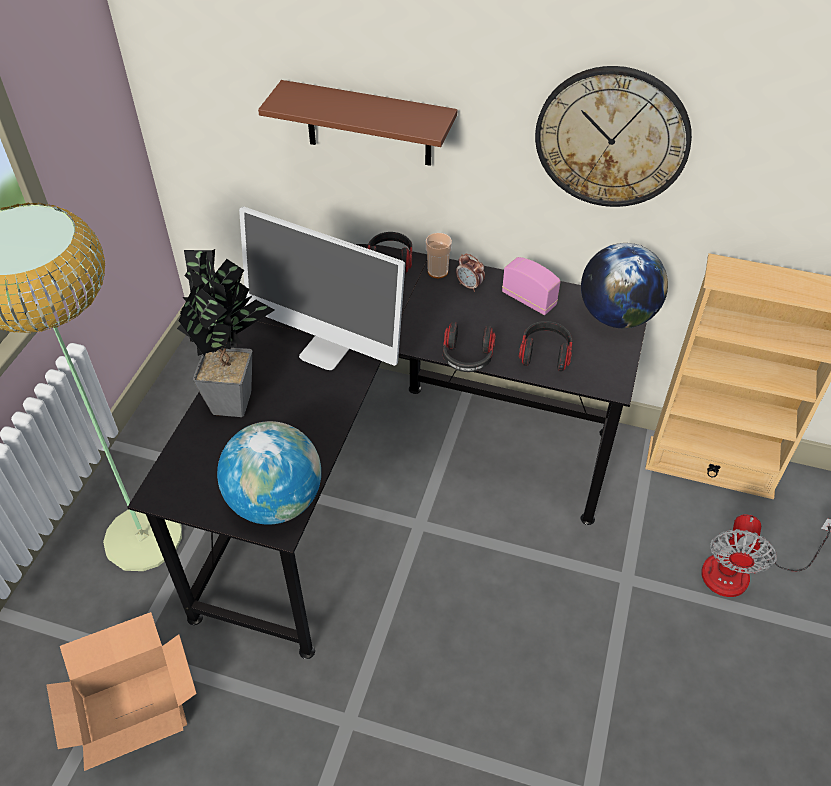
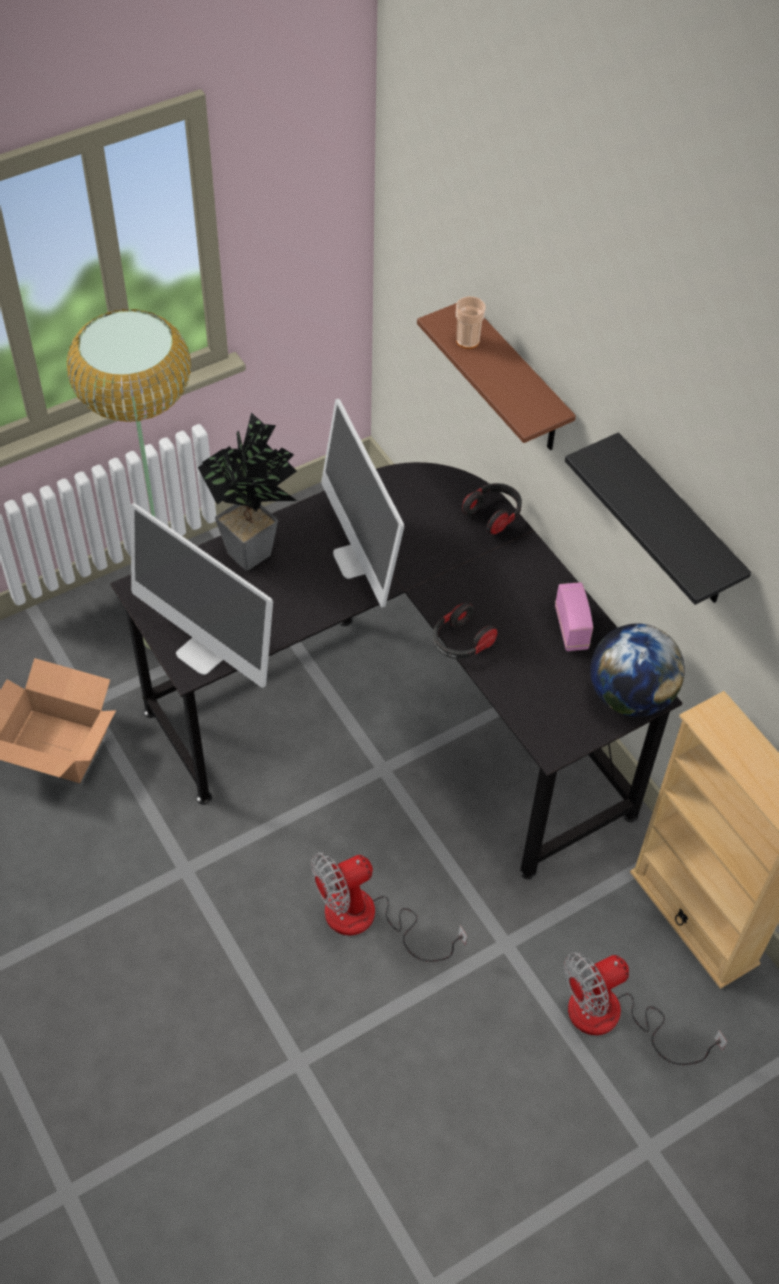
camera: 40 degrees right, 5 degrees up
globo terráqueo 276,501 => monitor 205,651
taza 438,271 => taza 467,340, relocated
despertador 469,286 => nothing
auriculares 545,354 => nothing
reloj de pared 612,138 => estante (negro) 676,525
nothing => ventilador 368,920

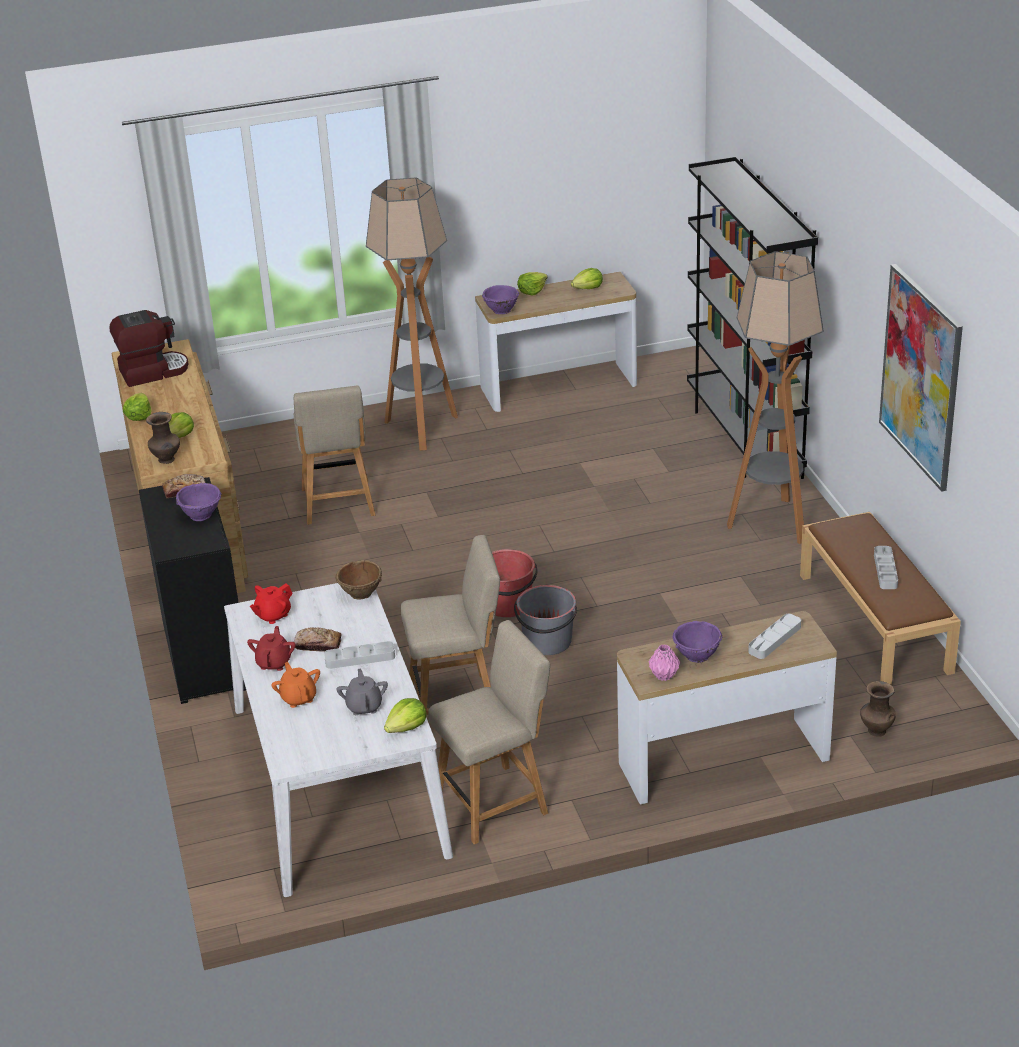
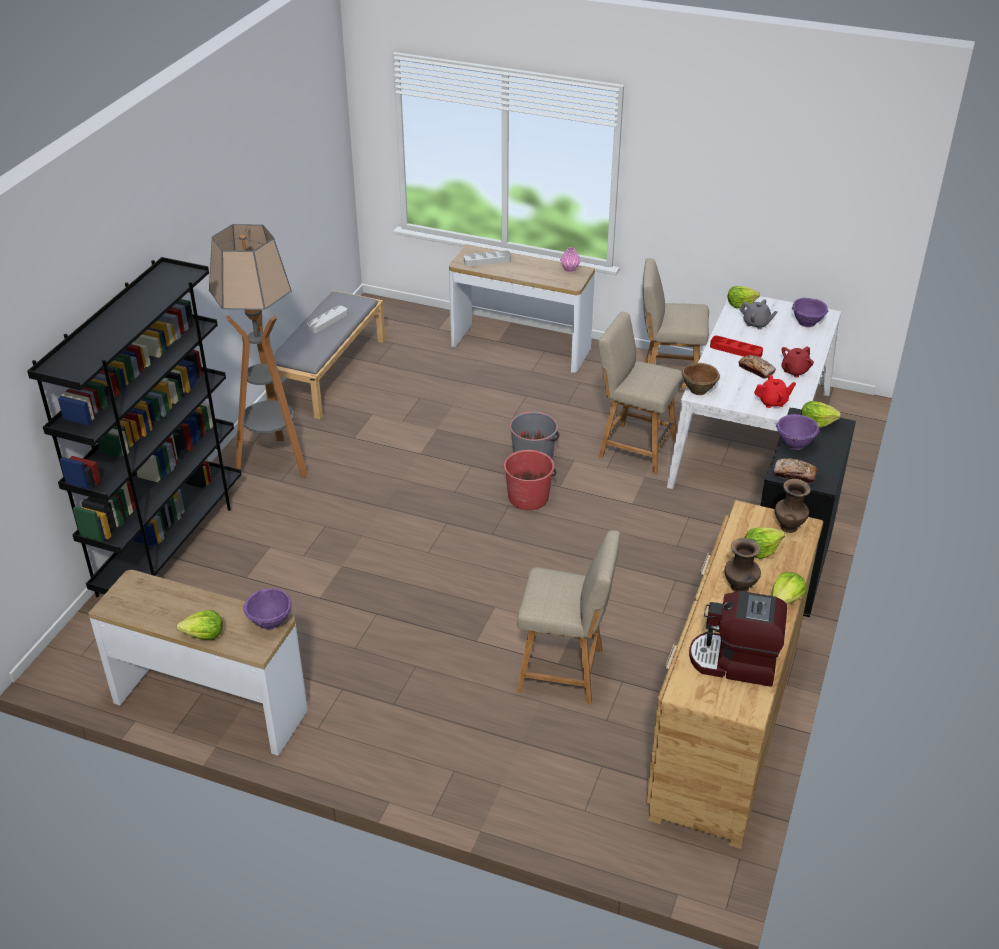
camera: 145 degrees left, 5 degrees up
tetera (naranja) 298,698 => nothing
silla (beis) 338,504 => silla (beis) 565,671, 75 degrees clockwise
bandeja (gris) 360,658 => bandeja (rojo) 736,350
tetera (gris) 364,706 => tetera (gris) 756,324, 90 degrees counterclockwise
lámpara de pie 421,429 => nothing
lechuga 588,288 => lechuga 816,423, relocated
cuenco (morado) 696,656 => cuenco (morado) 807,323, relocated
banco (marrón) 875,623 => banco (gris) 328,371
florero (marrón) 876,731 => florero (marrón) 740,588, relocated
cuadro 920,376 => nothing

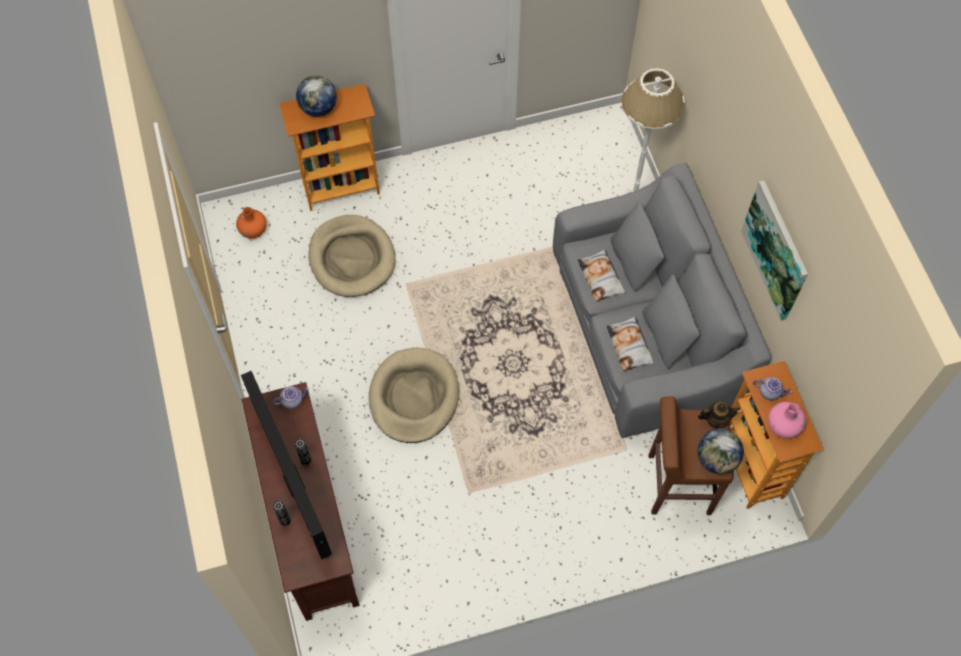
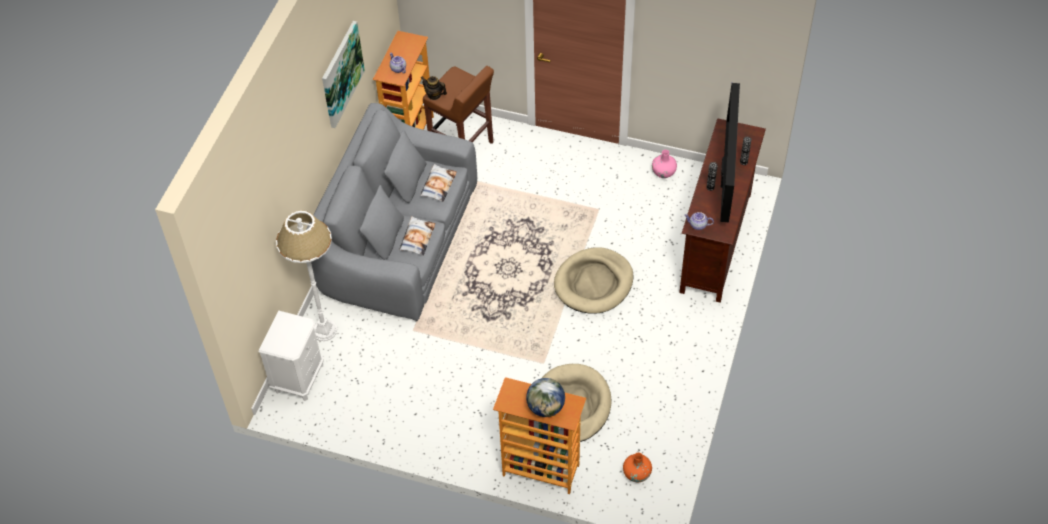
camera: 145 degrees left, 10 degrees down
globo terráqueo 716,459 => nothing
florero (rosa) 783,426 => florero (rosa) 663,172, relocated
nothing => mesita de noche (blanco) 298,378

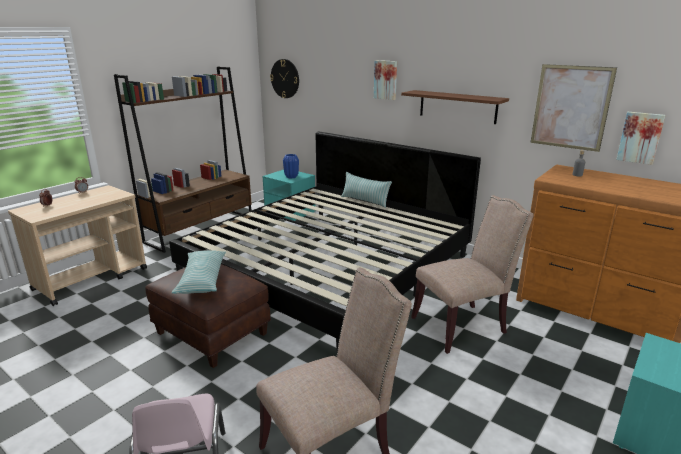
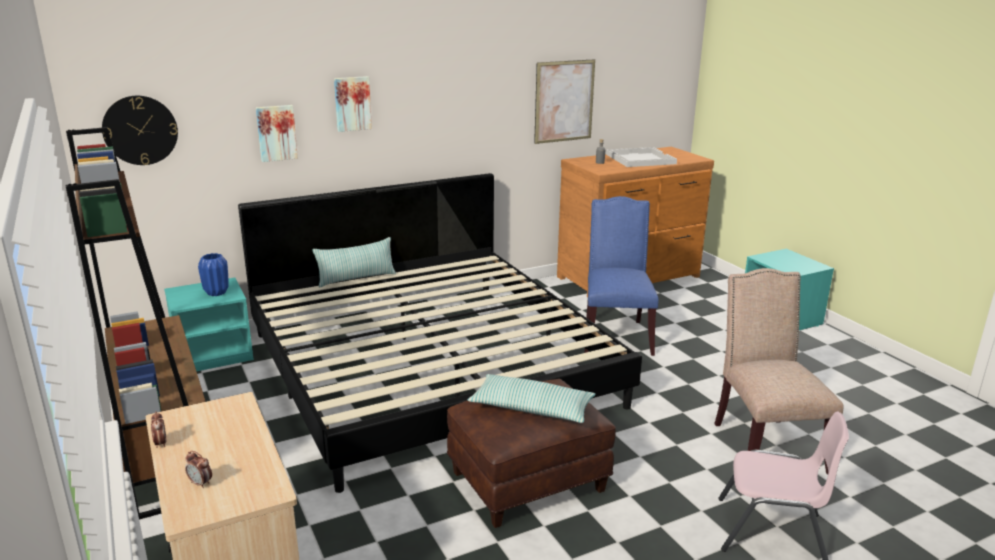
camera: 65 degrees left, 0 degrees up
estante (marrón) 457,106 => nothing
silla (beis) 462,325 => silla (azul) 615,335
cuadro 640,137 => cuadro 276,133, relocated
nothing => bandeja (blanco) 639,159

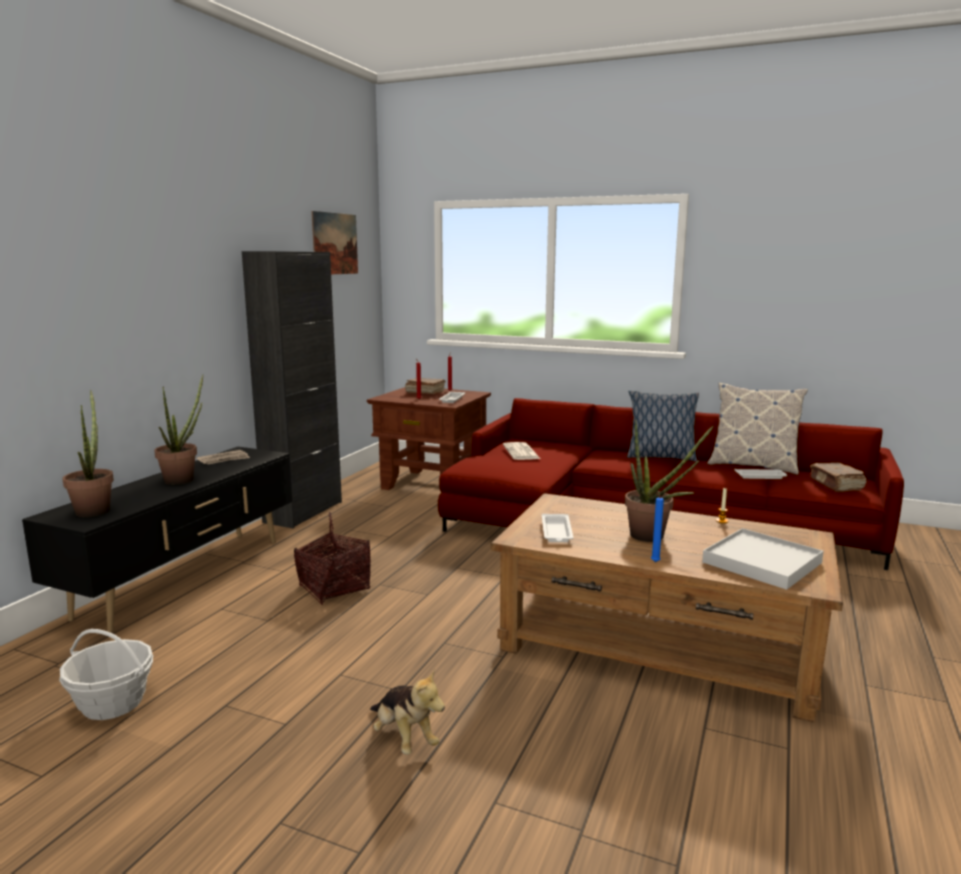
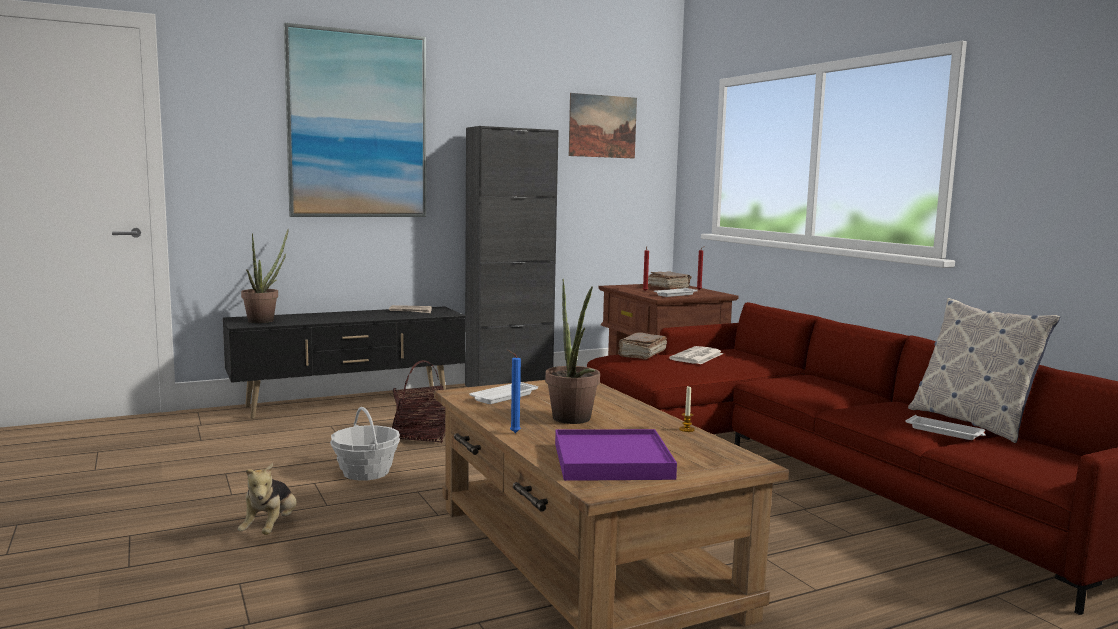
camera: 40 degrees right, 5 degrees down
cesta 113,703 => cesta 366,472, relocated
planta en maceta 183,479 => nothing
cojín 660,457 => nothing
bandeja (blanco) 761,562 => bandeja (morado) 612,461
libro (marrón) 836,485 => libro (marrón) 641,354, relocated
nothing => cuadro 357,125

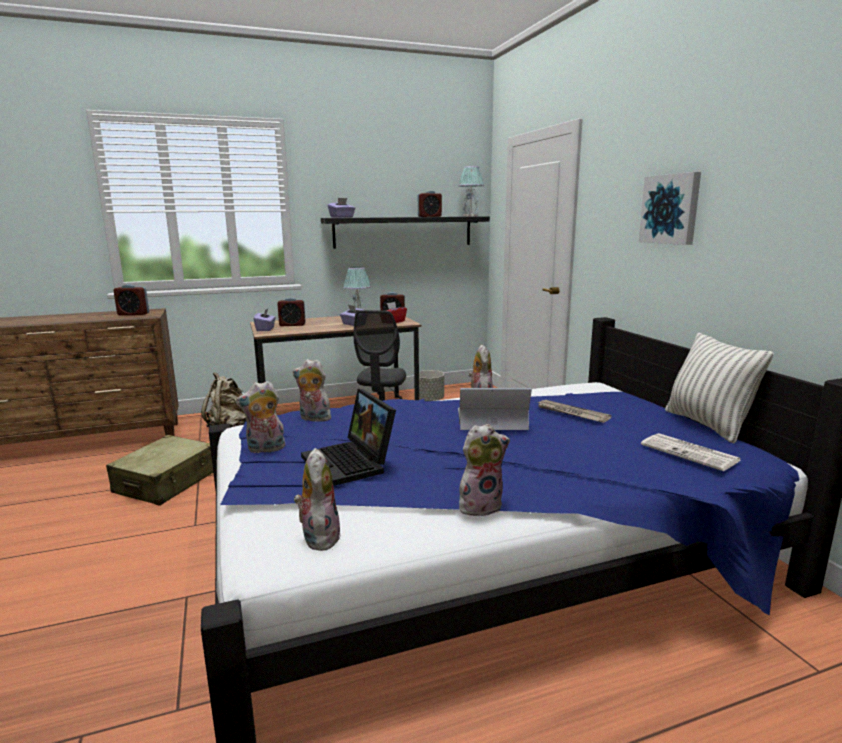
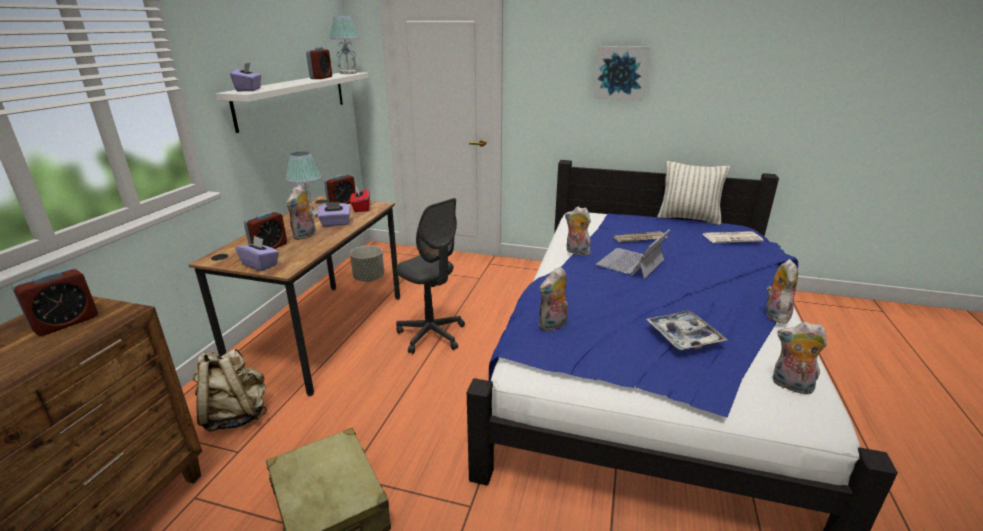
camera: 55 degrees left, 10 degrees up
peluche 265,449 => peluche 305,236, relocated
portátil 351,463 => bandeja 683,336
estante (negro) 403,232 => estante (blanco) 293,98

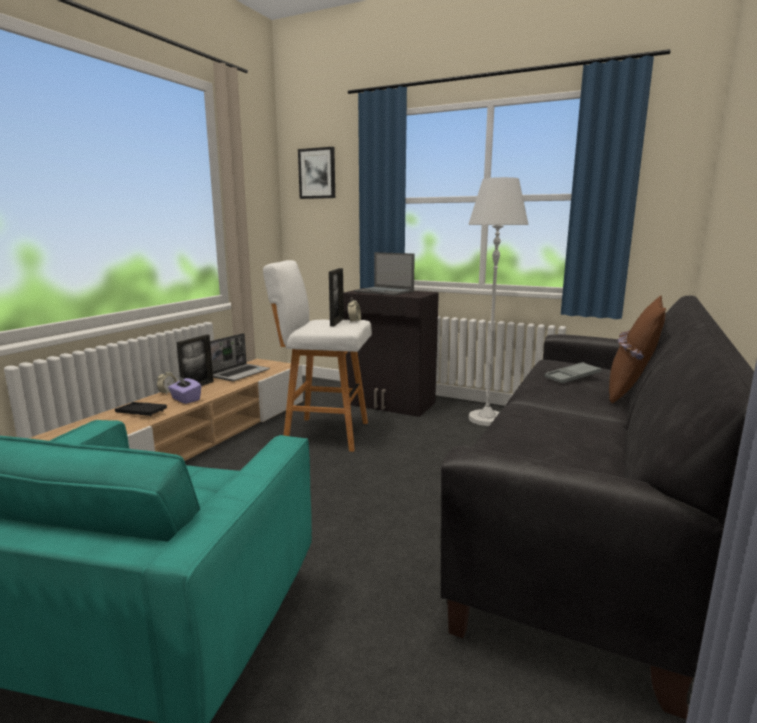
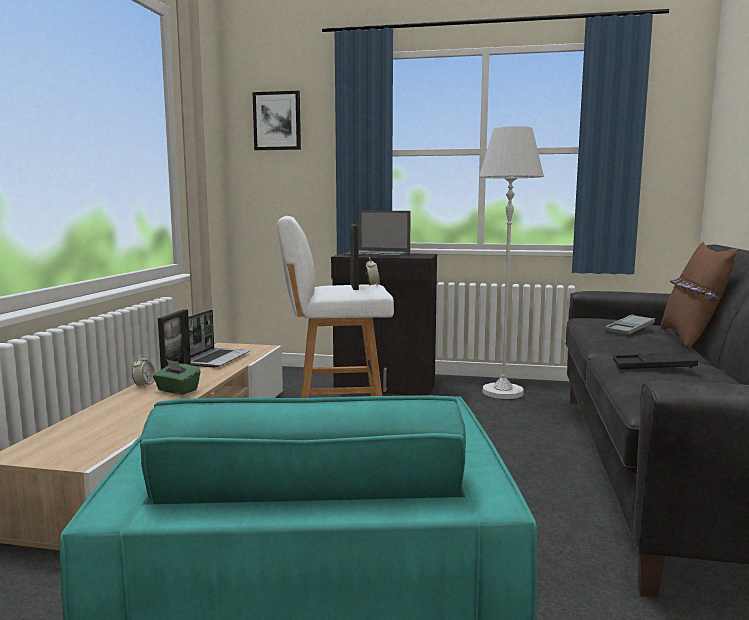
camera: 15 degrees left, 5 degrees down
bandeja (negro) 141,412 => bandeja (negro) 653,367, relocated
caja de pañuelos (morado) 185,399 => caja de pañuelos (verde) 177,390

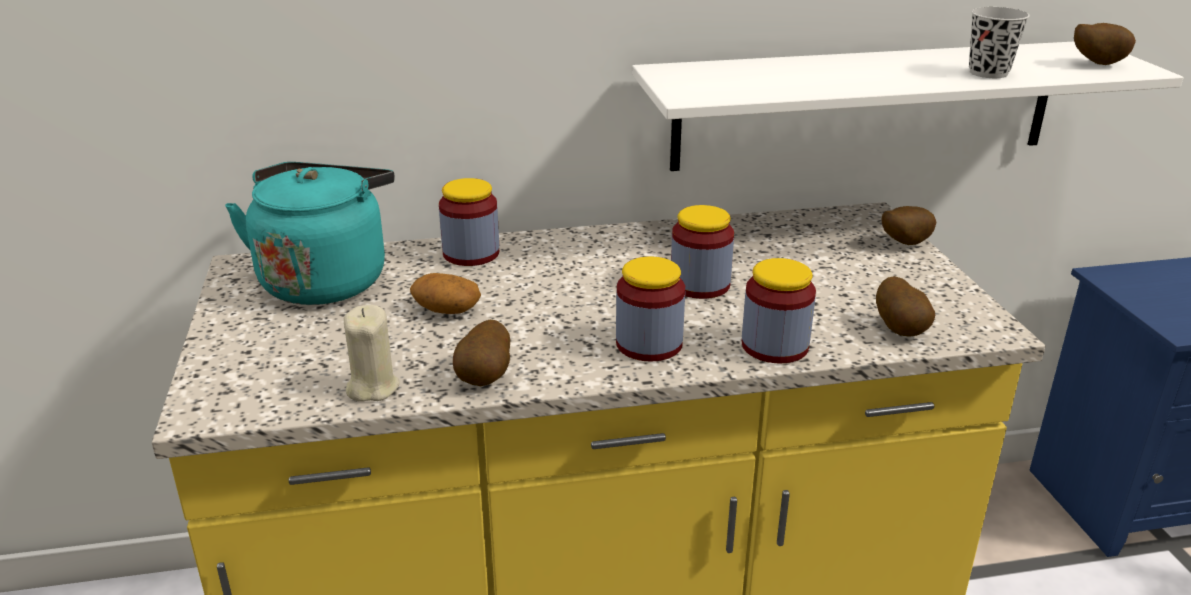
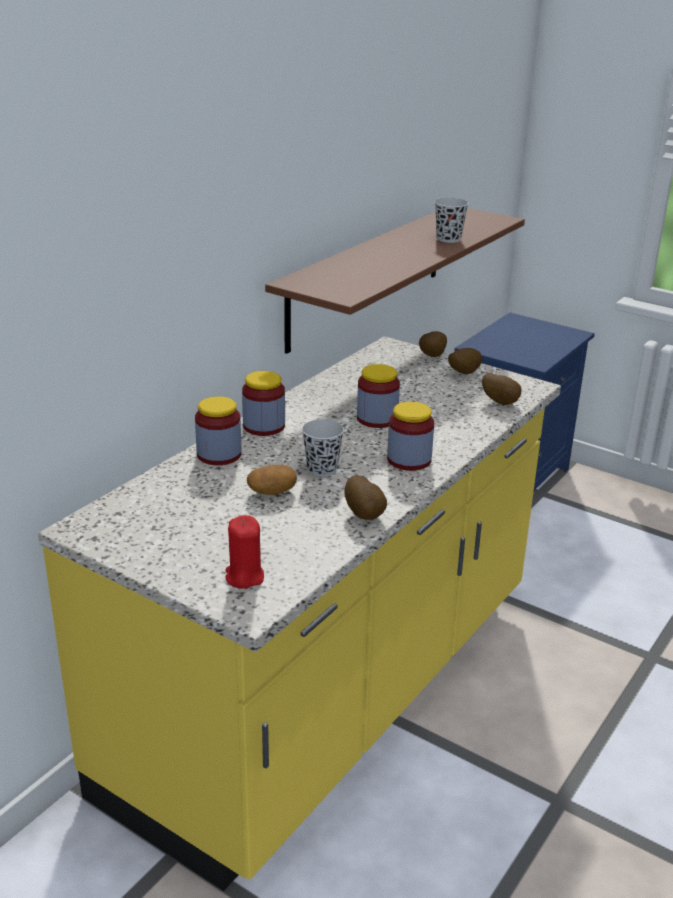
camera: 45 degrees left, 0 degrees up
hervidor (turquesa) 326,279 => nothing
vela (beis) 372,387 => nothing
estante (blanco) 865,105 => estante (marrón) 367,275
tarro 774,346 => tarro 264,426, relocated
patata 1096,64 => patata 462,373, relocated
nothing => vela (rojo) 244,577
nothing => taza (negro) 322,469

